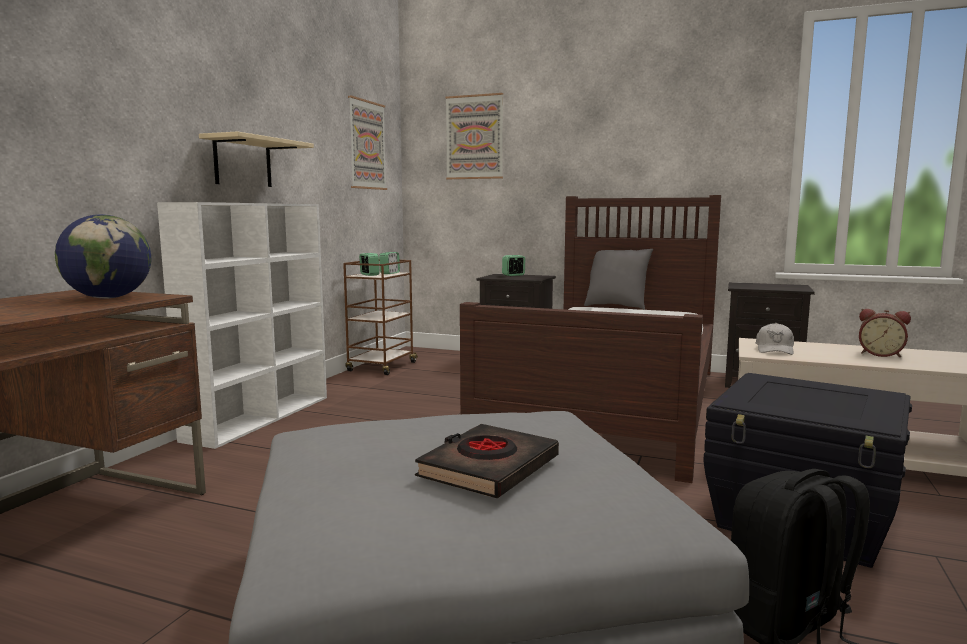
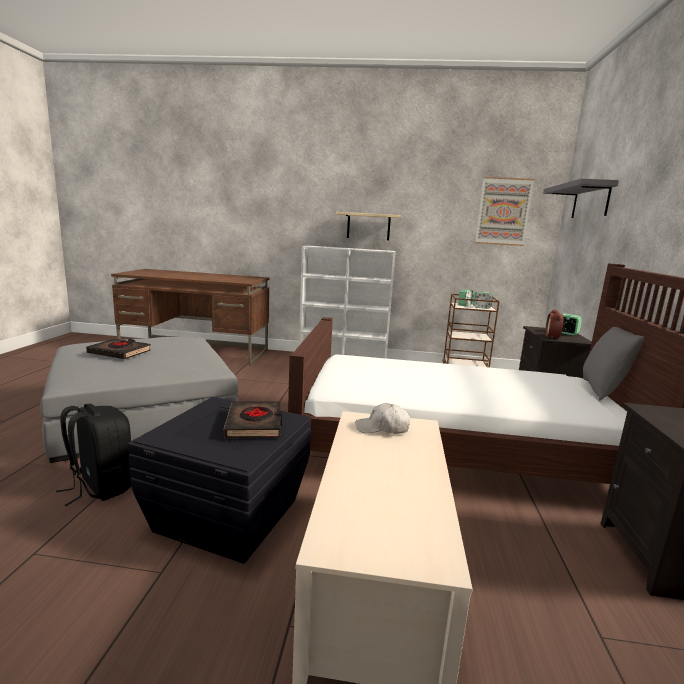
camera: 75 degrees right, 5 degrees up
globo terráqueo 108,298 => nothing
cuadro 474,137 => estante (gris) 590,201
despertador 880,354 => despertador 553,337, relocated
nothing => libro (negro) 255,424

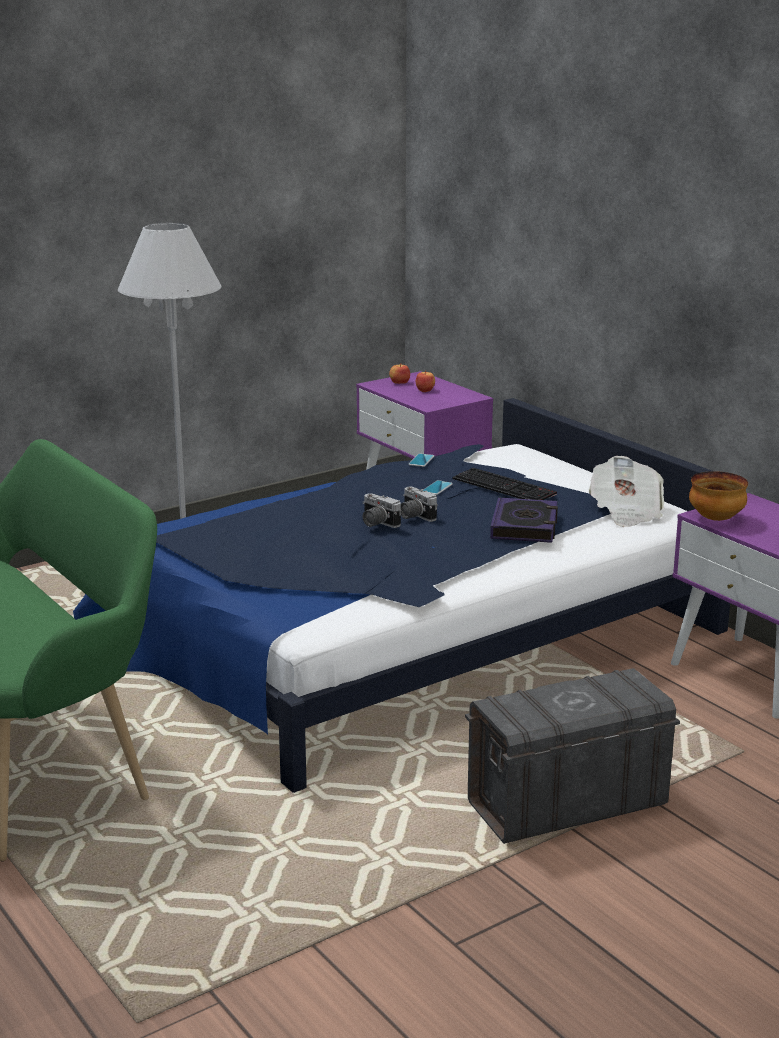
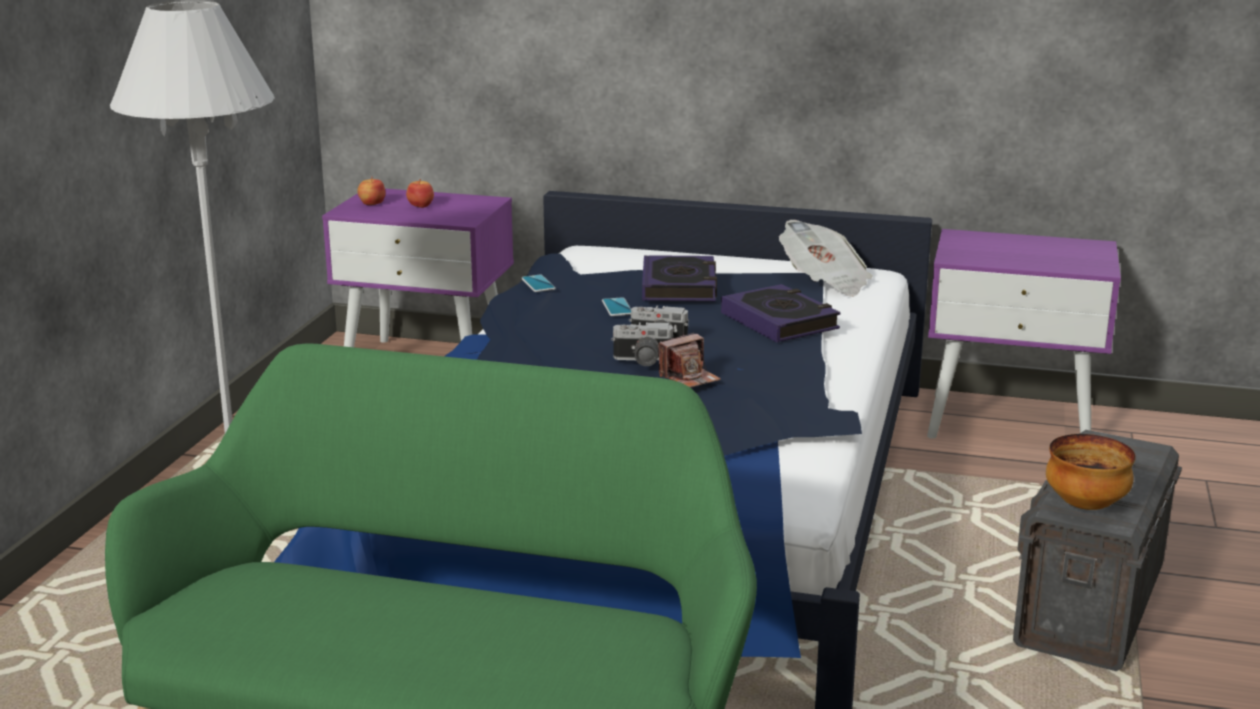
camera: 40 degrees left, 0 degrees up
teclado 505,486 => libro 679,286
cuenco 716,519 => cuenco 1086,506, relocated
nothing => cámara 689,378

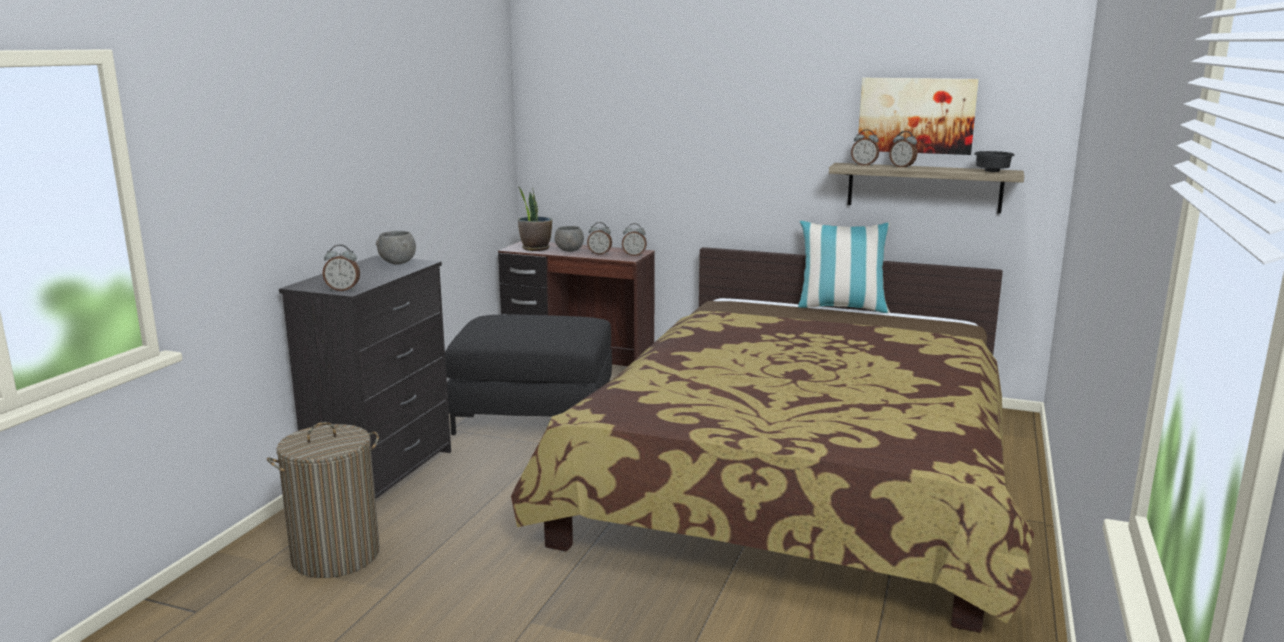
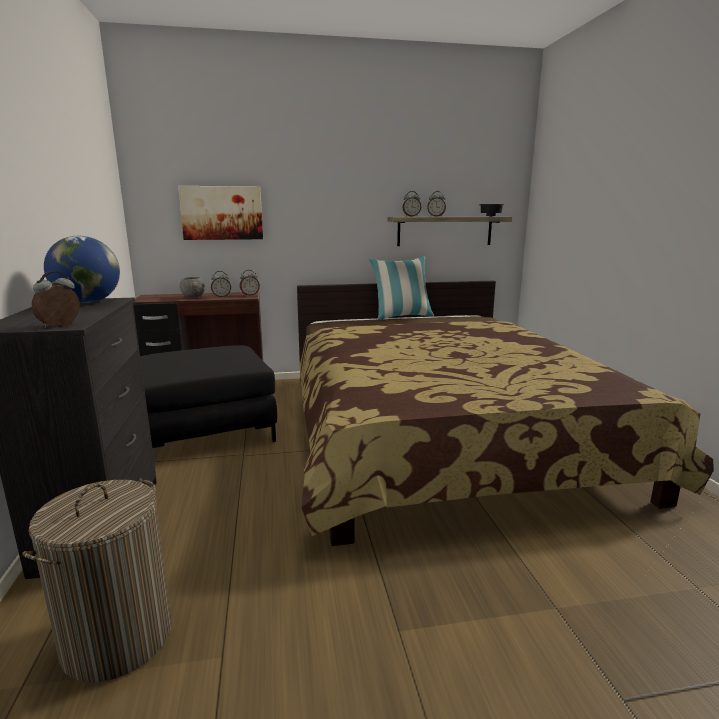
camera: 30 degrees left, 0 degrees up
despertador 343,290 => despertador 60,326, 150 degrees clockwise
cuenco (gris) 397,263 => globo terráqueo 88,302
planta en maceta 535,248 => nothing
cuadro 916,115 => cuadro 222,213, relocated

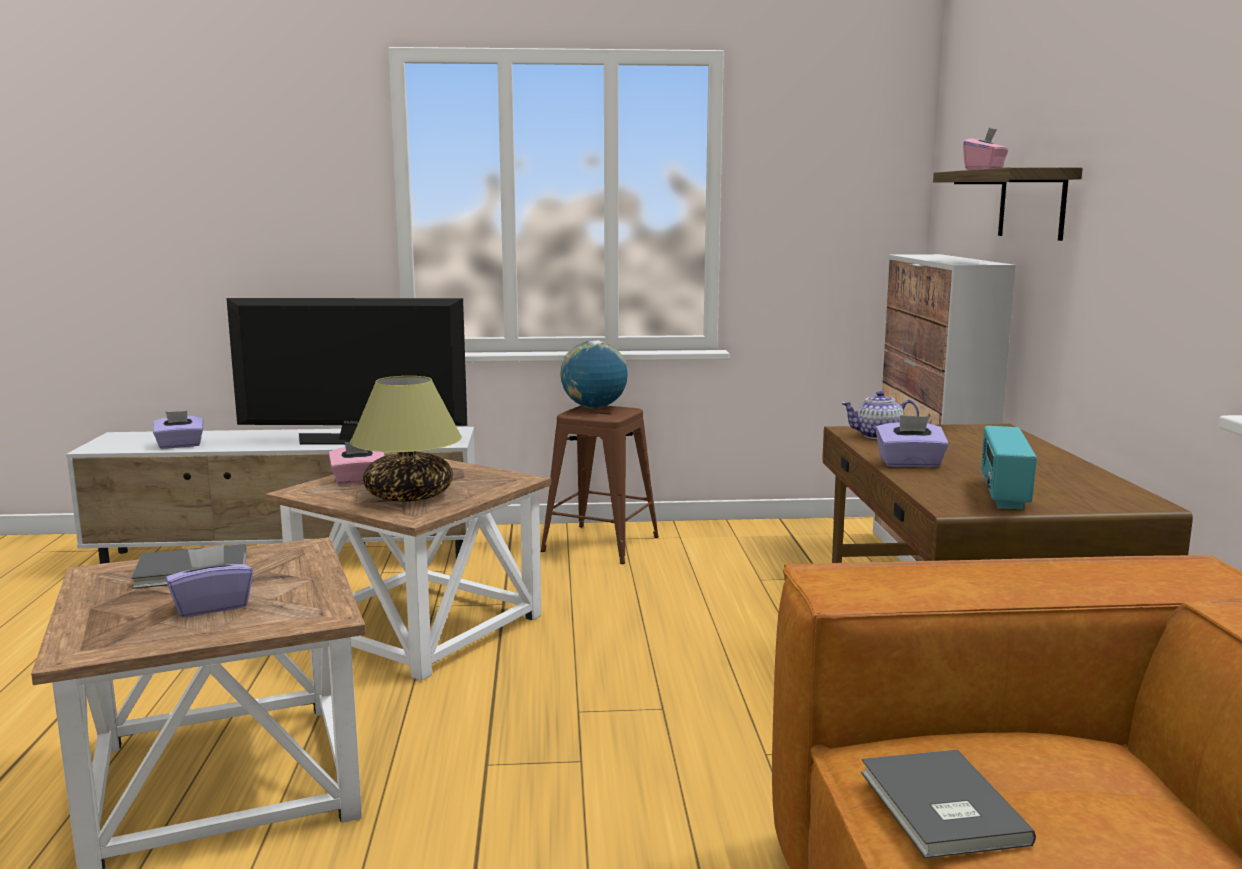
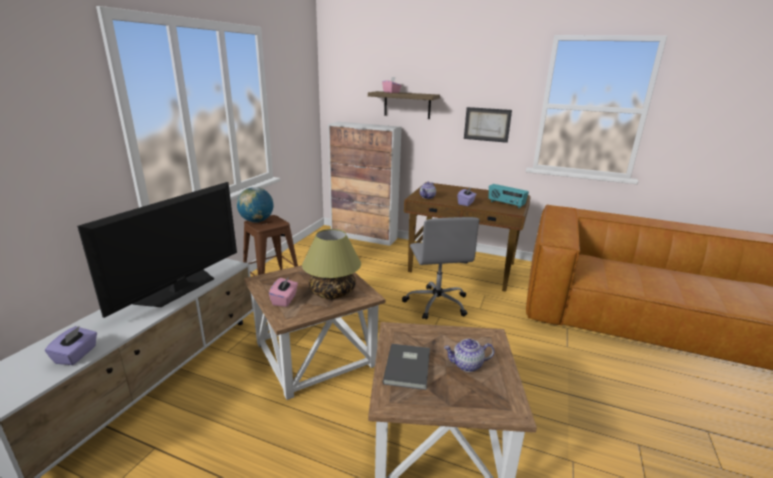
camera: 65 degrees left, 10 degrees up
caja de pañuelos (morado) 211,606 => tetera 467,365
libro (gris) 939,809 => nothing
nothing => silla de oficina (gris) 436,303
nothing => cuadro 487,124

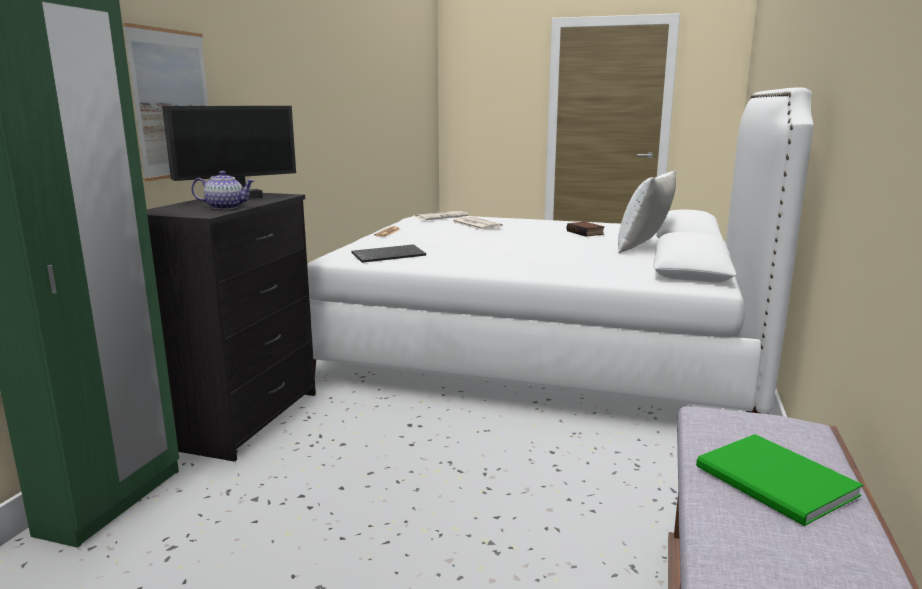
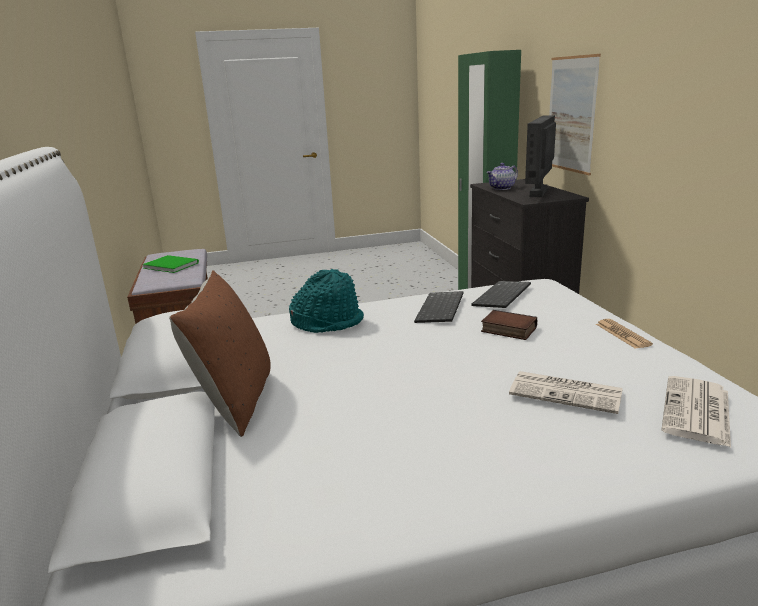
camera: 150 degrees right, 5 degrees up
libro 586,232 => libro 507,330, relocated
cojín (blanco) 644,247 => cojín (marrón) 235,402
nothing => sombrero (turquesa) 328,322
nothing => teclado 441,309

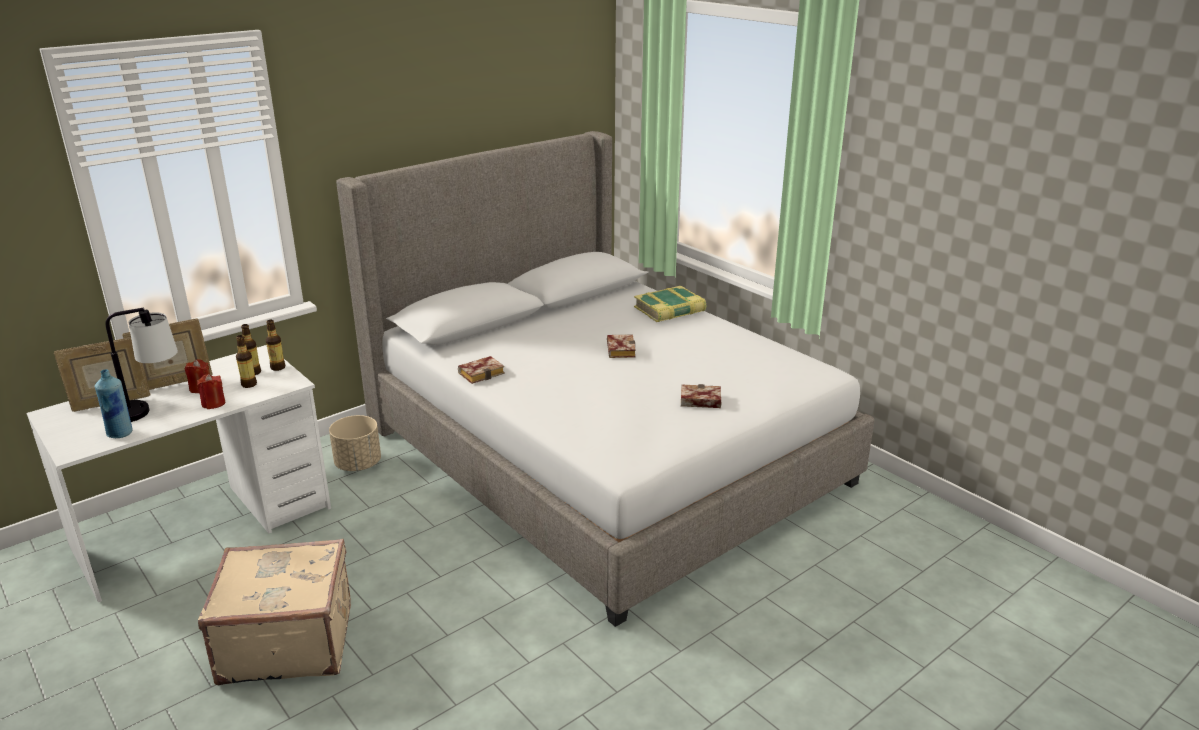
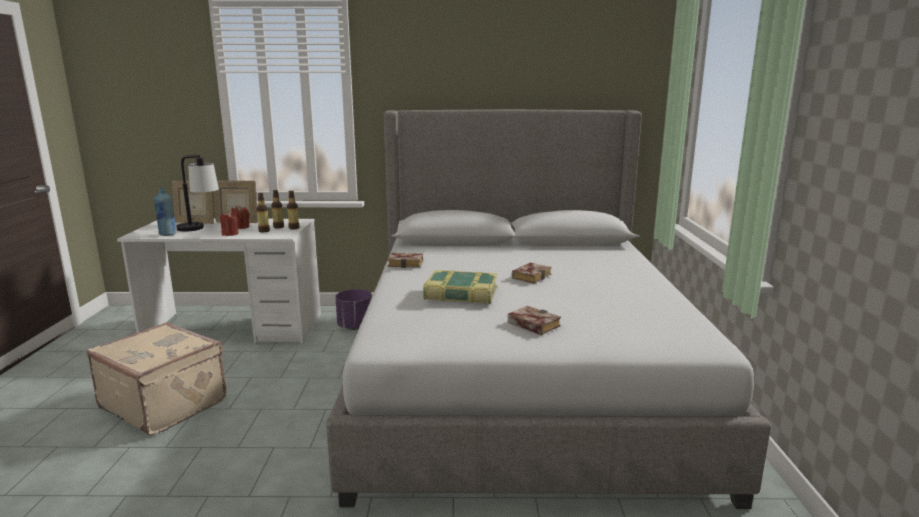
camera: 40 degrees right, 10 degrees down
maceta (beis) 358,464 => maceta (morado) 355,326
libro 670,310 => libro 461,294, relocated

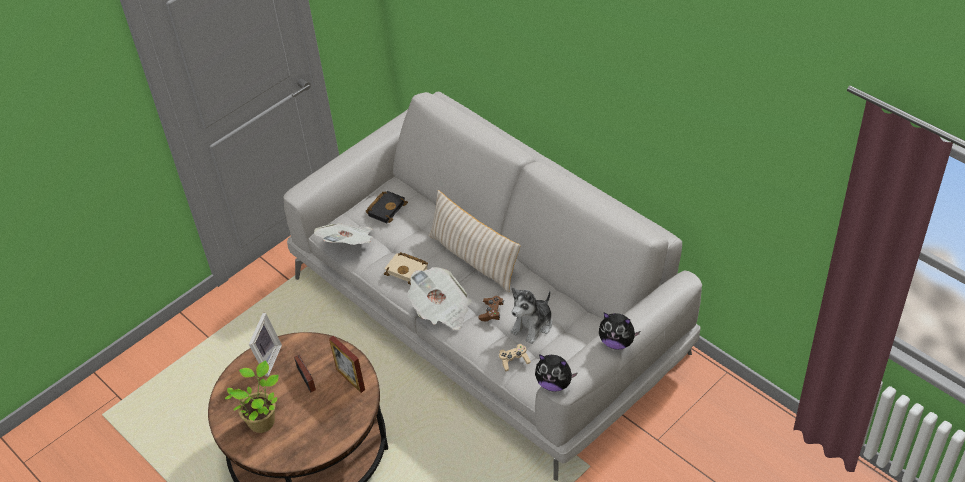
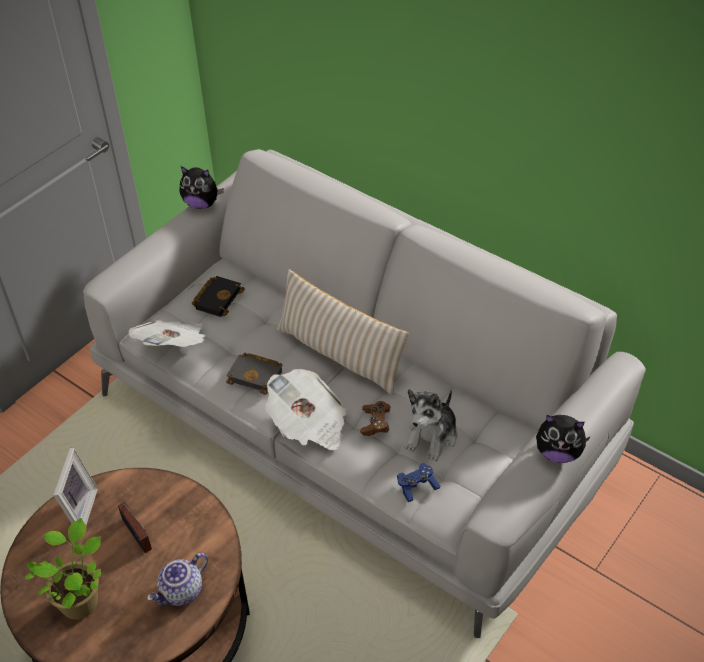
camera: 10 degrees left, 0 degrees up
portarretratos 350,379 => nothing
libro (beis) 408,270 => libro (negro) 257,375
mando de consola (beis) 514,361 => mando de consola (azul) 417,486
peluche 554,383 => peluche 201,204, relocated
nothing => tetera 182,592

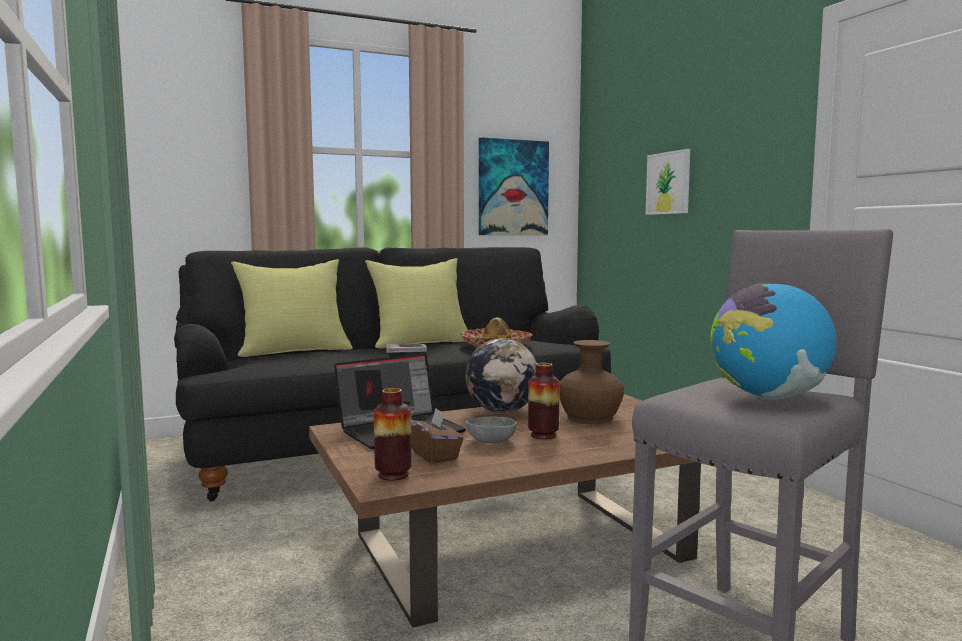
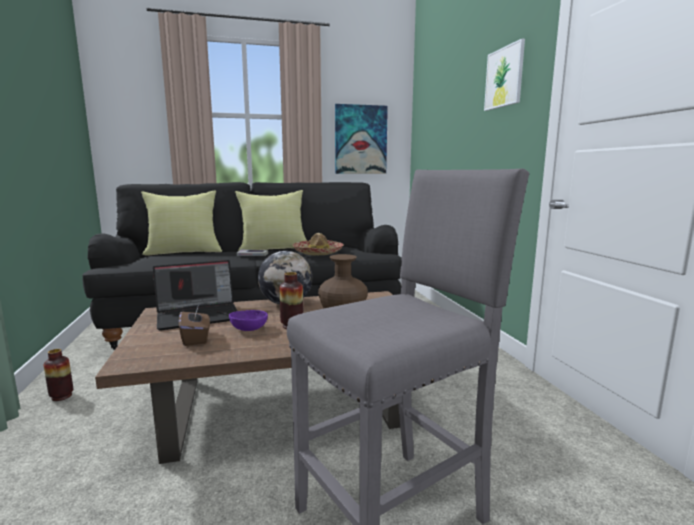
camera: 10 degrees right, 5 degrees up
florero 393,475 => florero 61,396, relocated
cuenco (gris) 490,441 => cuenco (morado) 249,328
cuadro 668,183 => cuadro 504,77, relocated
globo terráqueo 768,398 => nothing

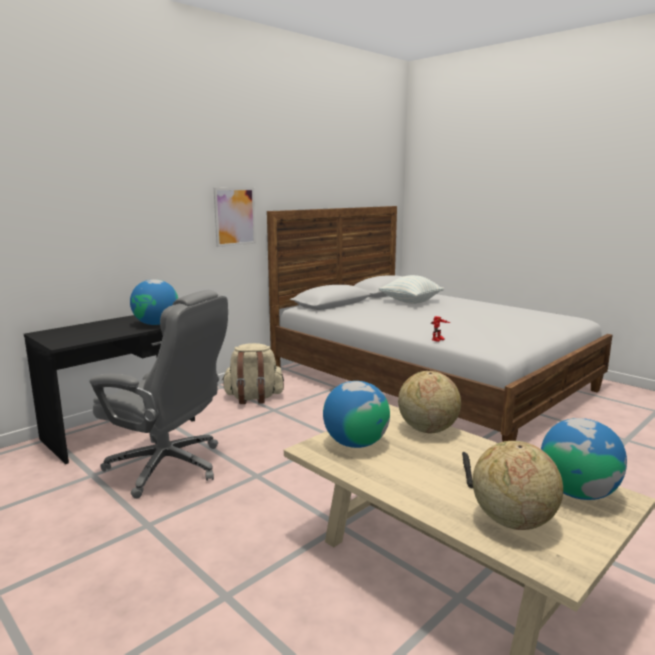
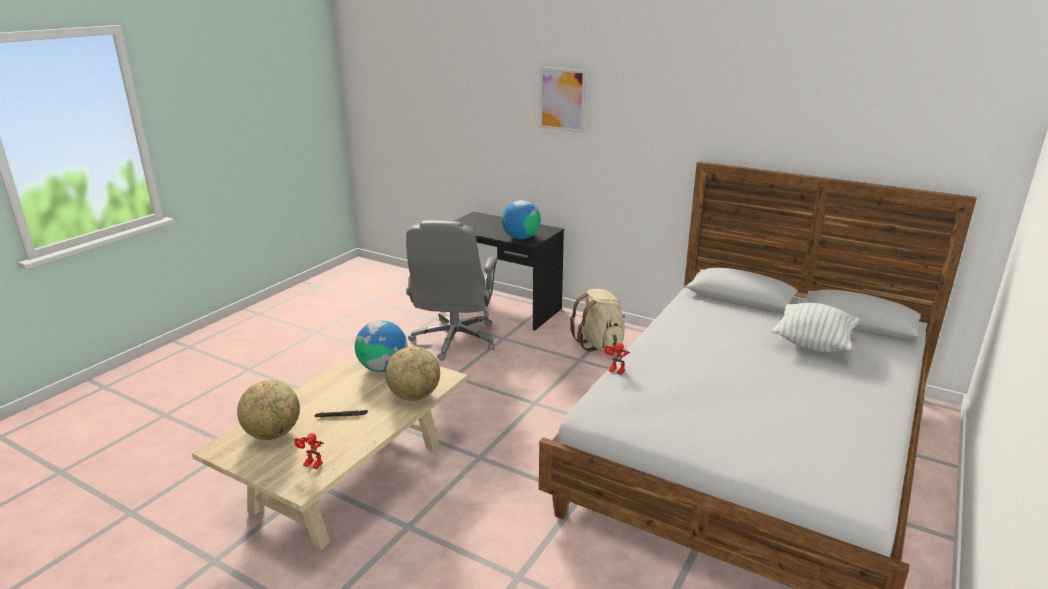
camera: 75 degrees right, 10 degrees up
cuadro 235,216 => cuadro 562,99, relocated
globo terráqueo 577,492 => robot de juguete 310,465

